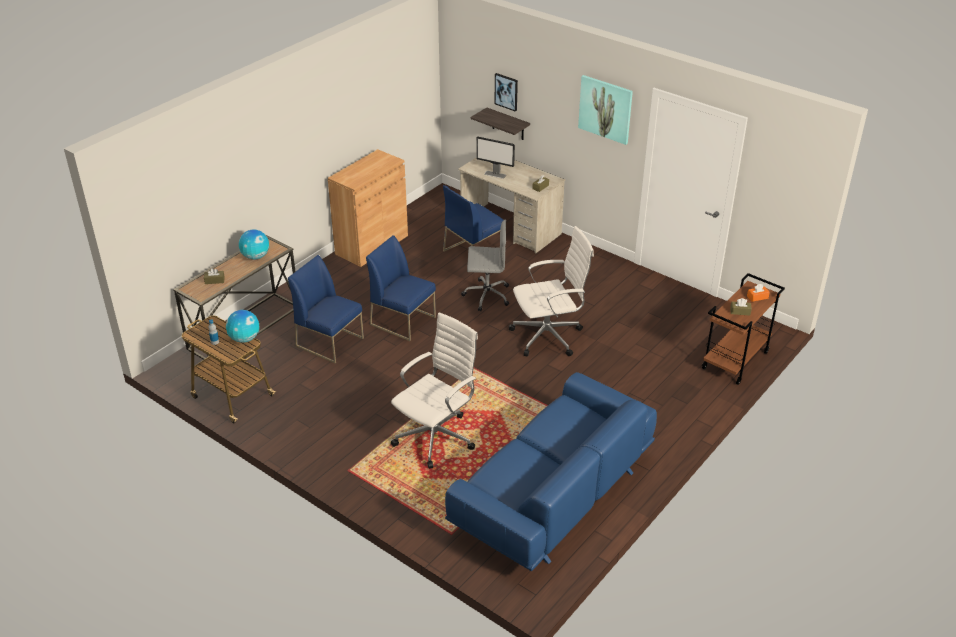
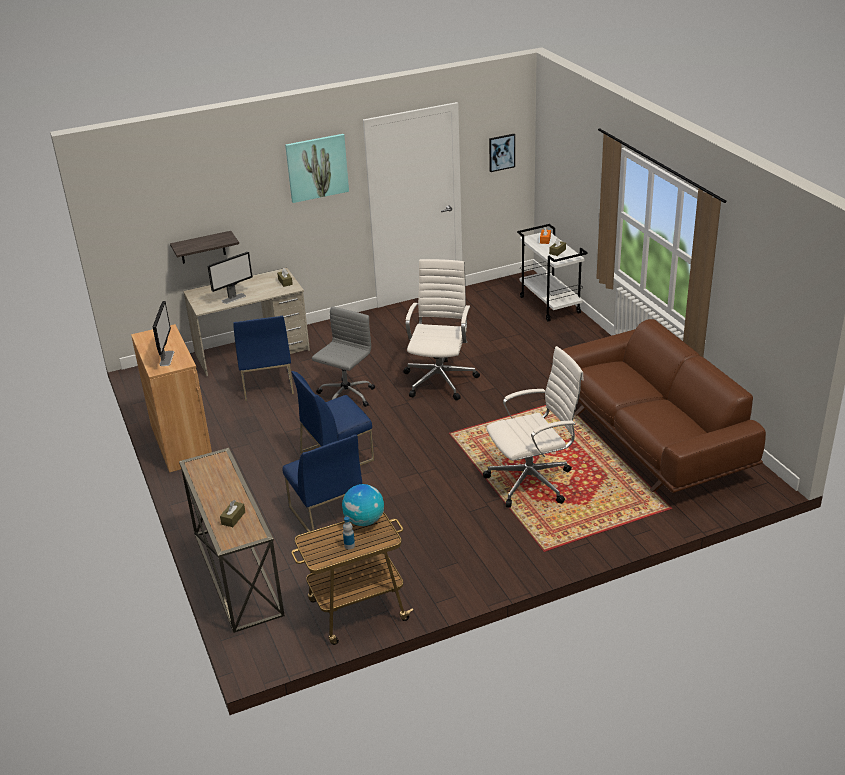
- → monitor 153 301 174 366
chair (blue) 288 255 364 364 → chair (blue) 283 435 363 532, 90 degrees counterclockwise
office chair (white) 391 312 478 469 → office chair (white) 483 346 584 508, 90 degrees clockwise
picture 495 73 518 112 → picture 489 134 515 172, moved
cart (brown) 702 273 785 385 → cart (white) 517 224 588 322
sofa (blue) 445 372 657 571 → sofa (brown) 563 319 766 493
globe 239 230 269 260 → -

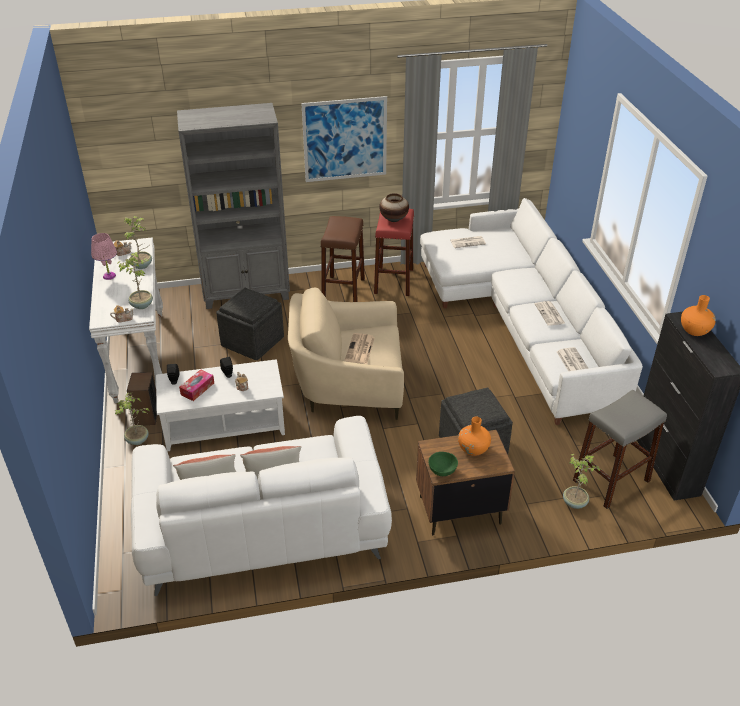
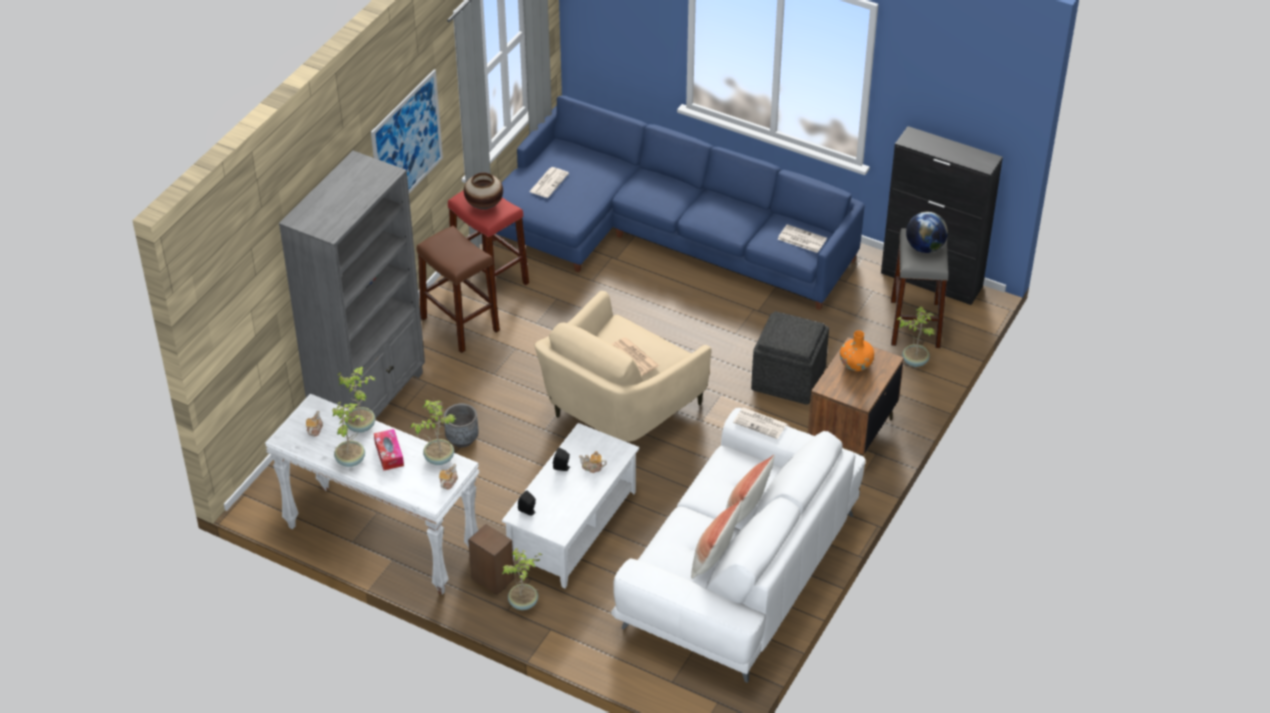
table lamp (pink) 91 233 117 280 → potted plant 333 402 365 467
tissue box 179 369 214 401 → tissue box 374 429 404 471, moved
ottoman (grey) 216 288 284 360 → planter (grey) 444 403 478 448
sofa (white) 420 198 643 425 → sofa (blue) 493 96 865 310
newspaper 535 301 566 326 → newspaper 733 408 787 439, moved
- → globe 906 212 948 253
bowl (green) 429 452 458 476 → -
vase (orange) 681 295 716 336 → -

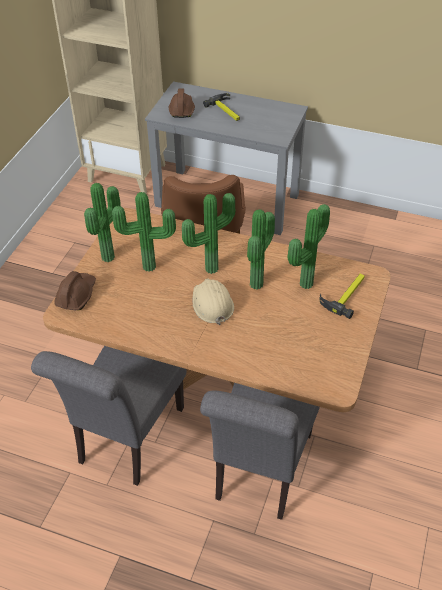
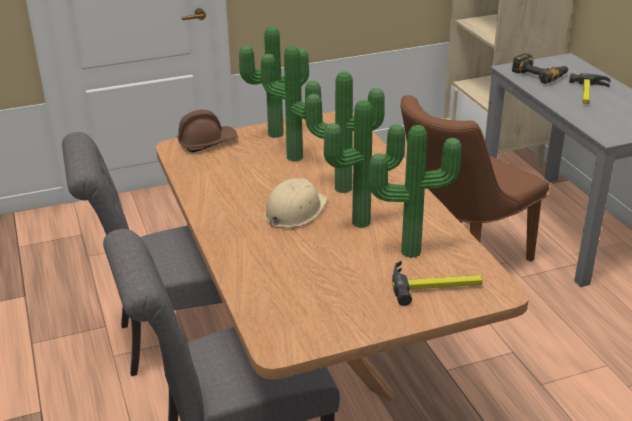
hard hat (brown) 169 88 195 118 → power drill 512 53 568 84

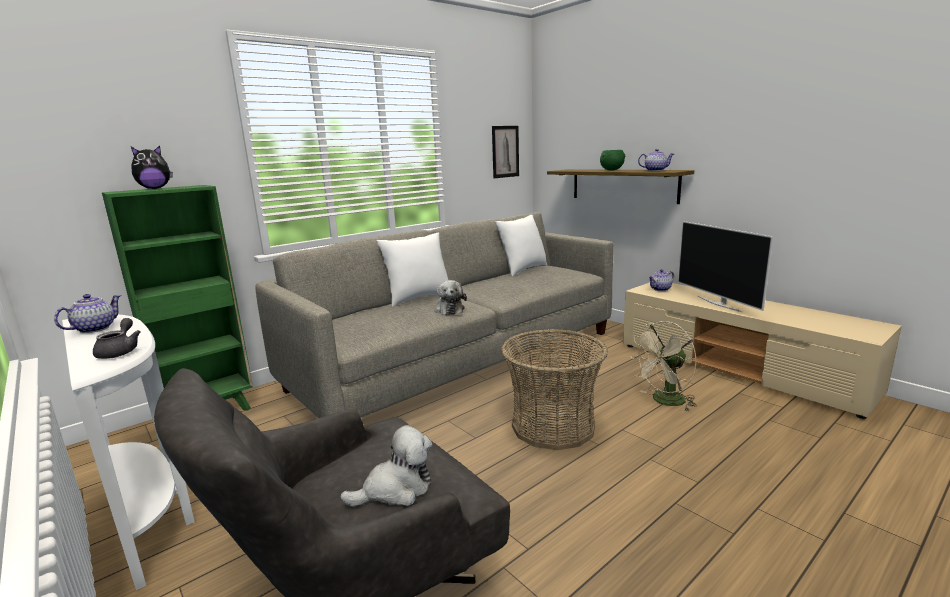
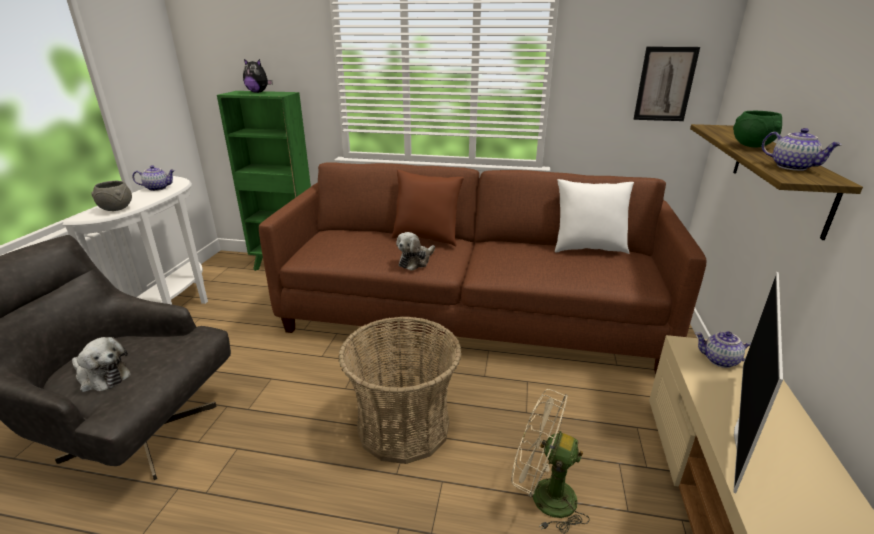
teapot (grey) 93 318 141 359 → bowl (grey) 91 181 132 211
sofa (grey) 256 212 614 418 → sofa (brown) 259 162 706 374
pillow (white) 376 233 448 307 → pillow (brown) 392 170 464 247

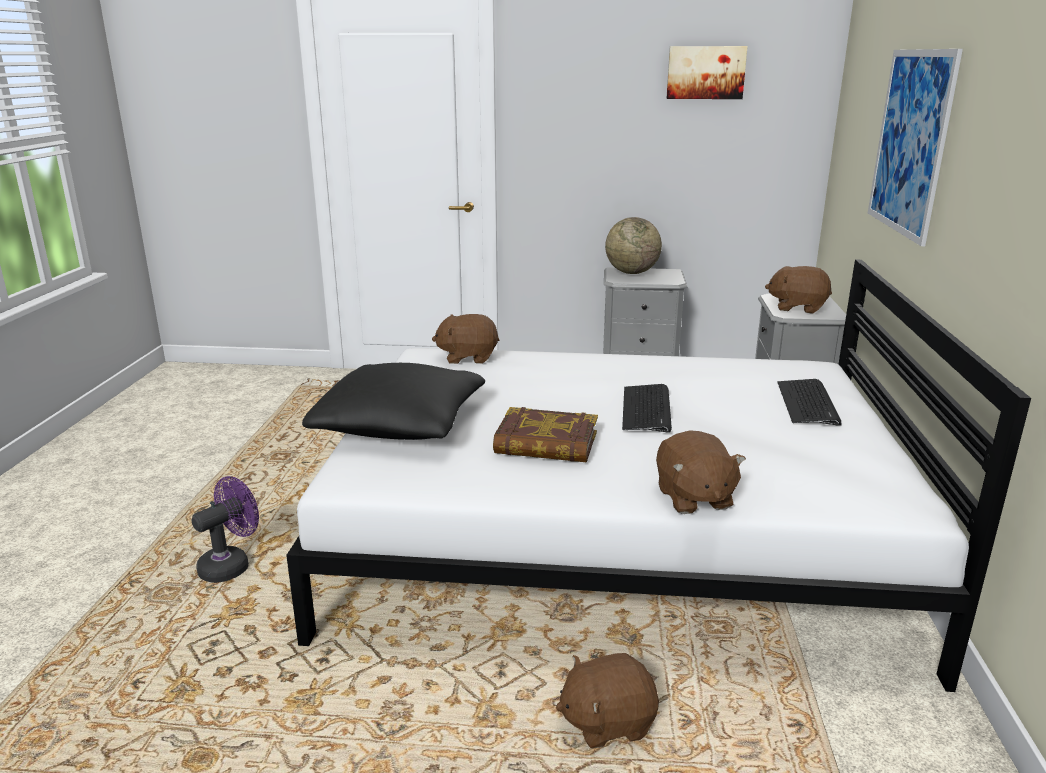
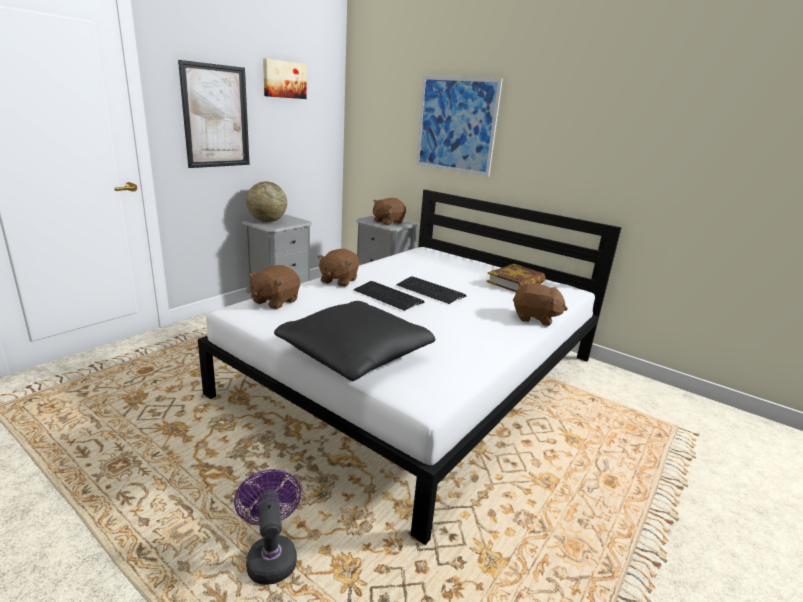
- → picture 178 60 250 168
plush toy (brown) 556 653 659 749 → plush toy (brown) 318 249 359 287, moved
keyboard 777 379 842 426 → keyboard 353 281 425 311, moved
book 493 407 598 463 → book 487 264 546 292, moved

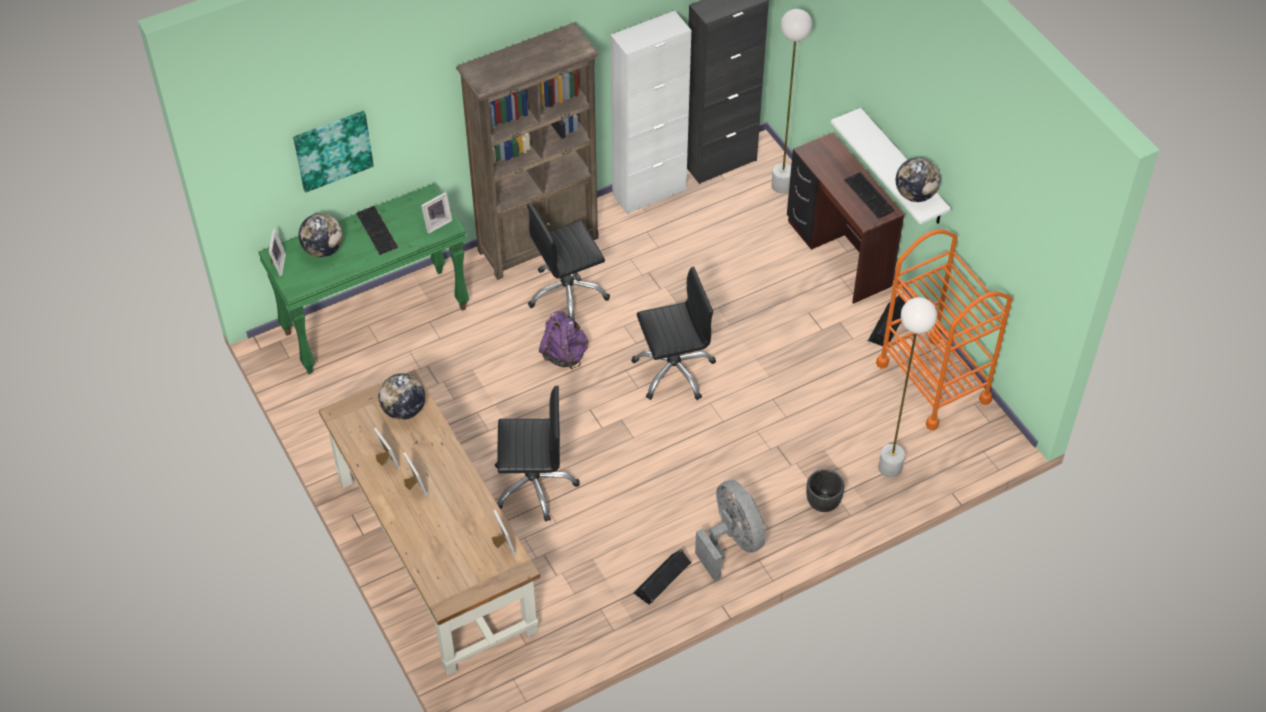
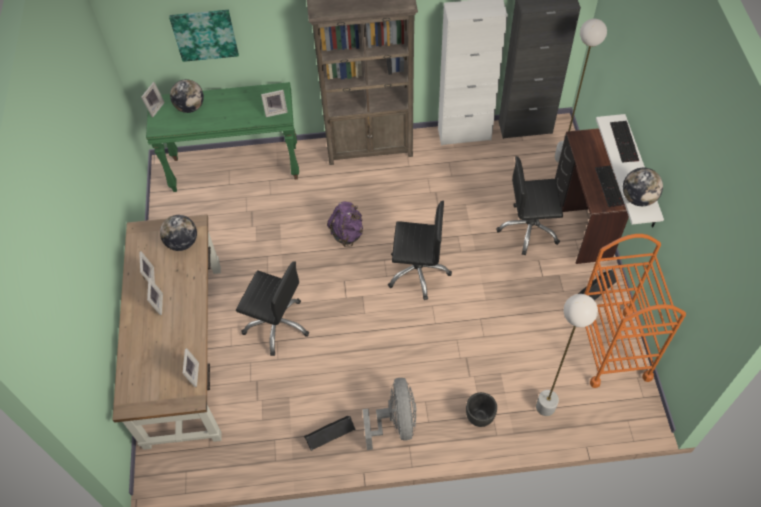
office chair (black) 527 204 610 321 → office chair (black) 496 156 563 255, moved
keyboard 356 206 398 255 → keyboard 610 121 639 163, moved

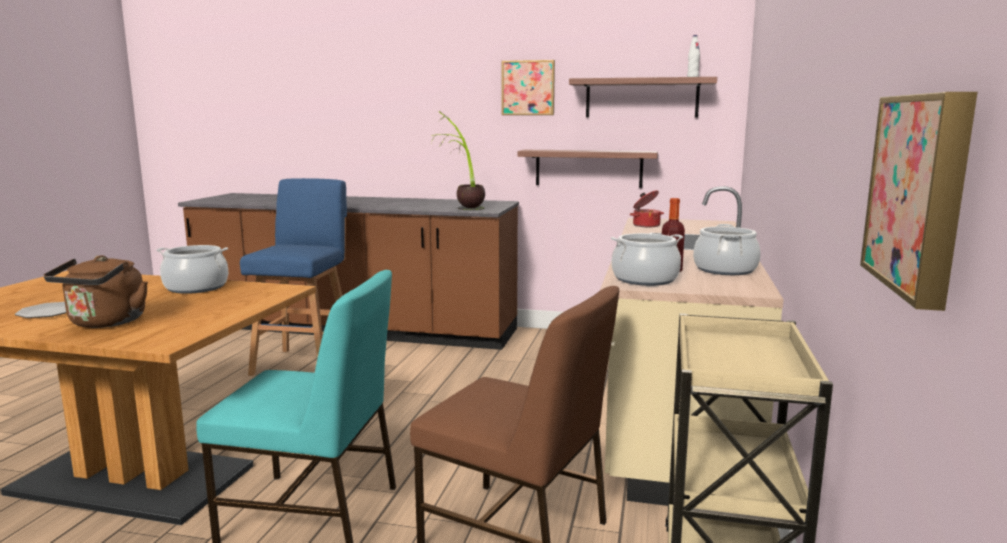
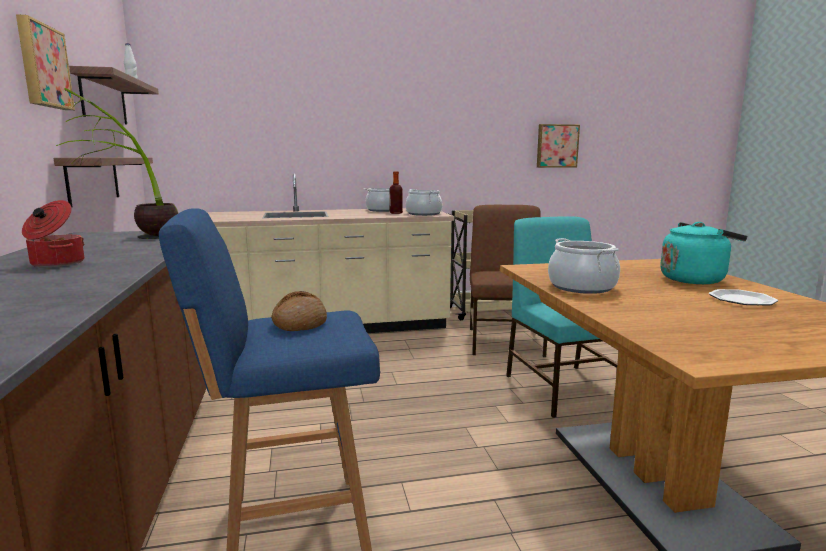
cooking pot 630 190 664 227 → cooking pot 22 200 84 267, moved
- → bread 271 291 327 331
kettle (brown) 44 255 148 328 → kettle (turquoise) 660 222 747 284

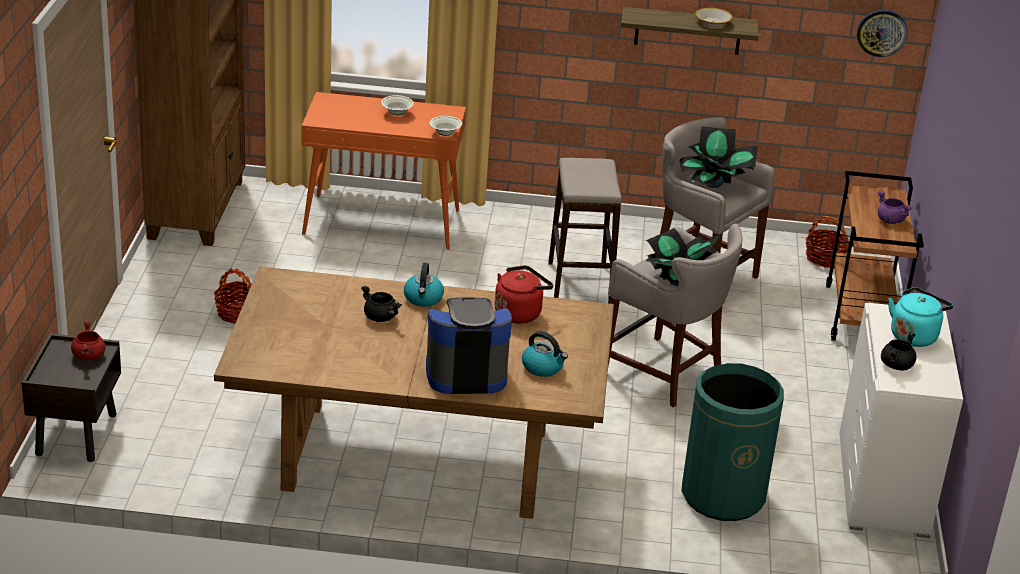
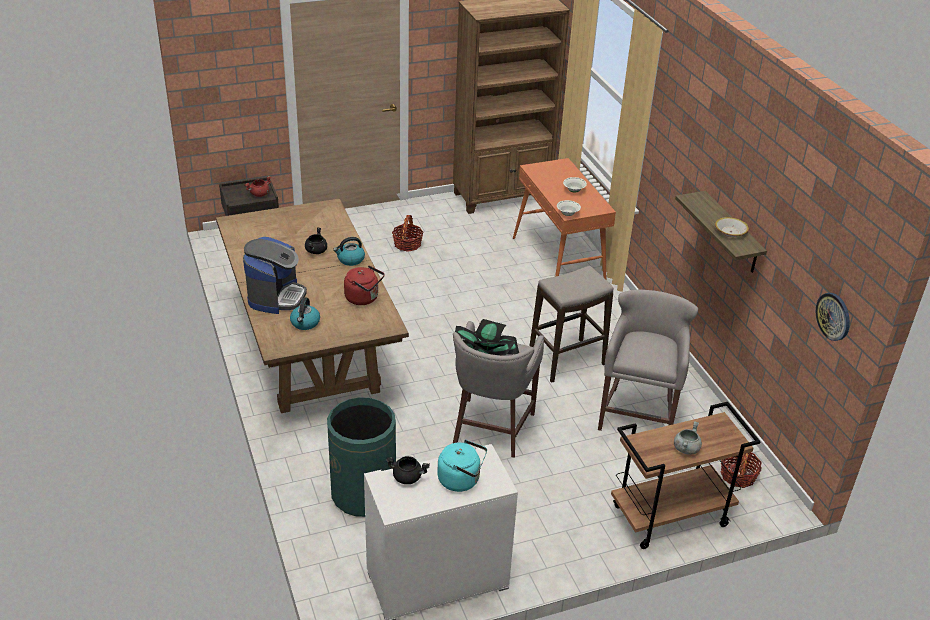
coffee machine 426 298 512 394 → coffee machine 243 237 307 314, 45 degrees clockwise
cooking pot (purple) 878 191 913 224 → cooking pot (grey) 674 421 702 455
potted plant 679 126 758 188 → -

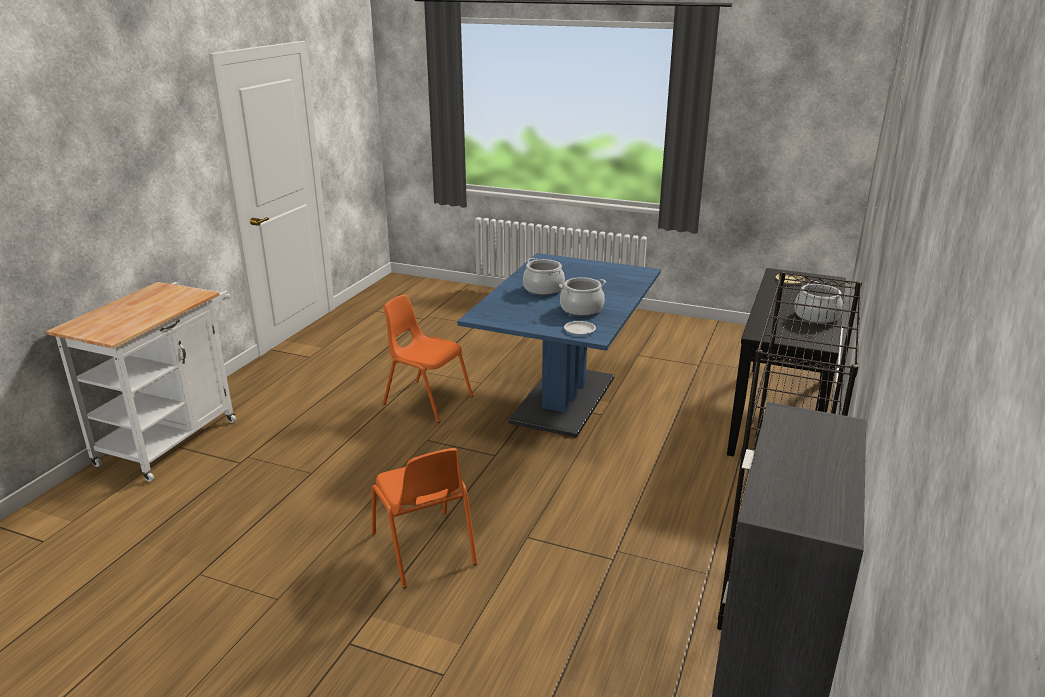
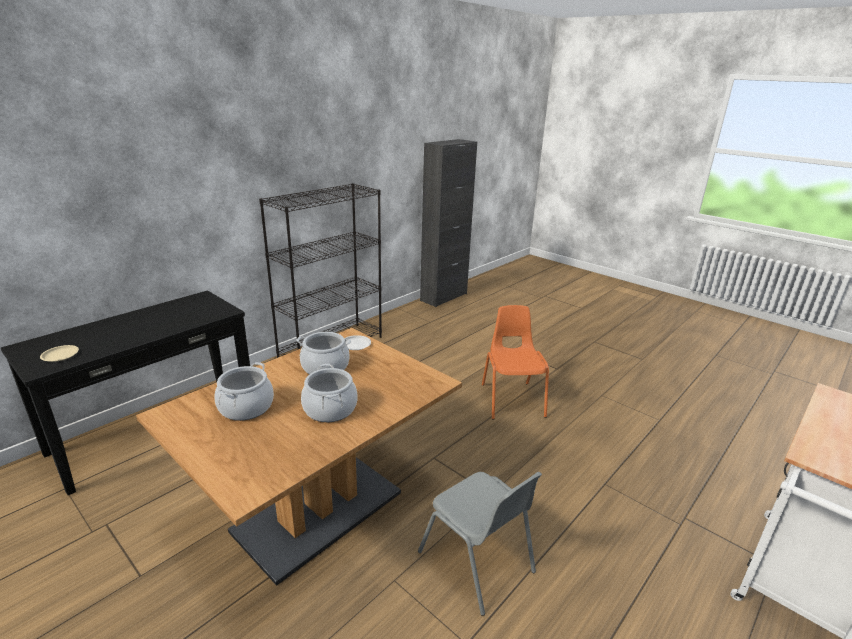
dining table (blue) 457 253 661 438 → dining table (brown) 136 328 462 586
cooking pot 794 281 843 324 → cooking pot 215 362 274 421, moved
chair (orange) 383 295 473 423 → chair (grey) 418 472 542 616

